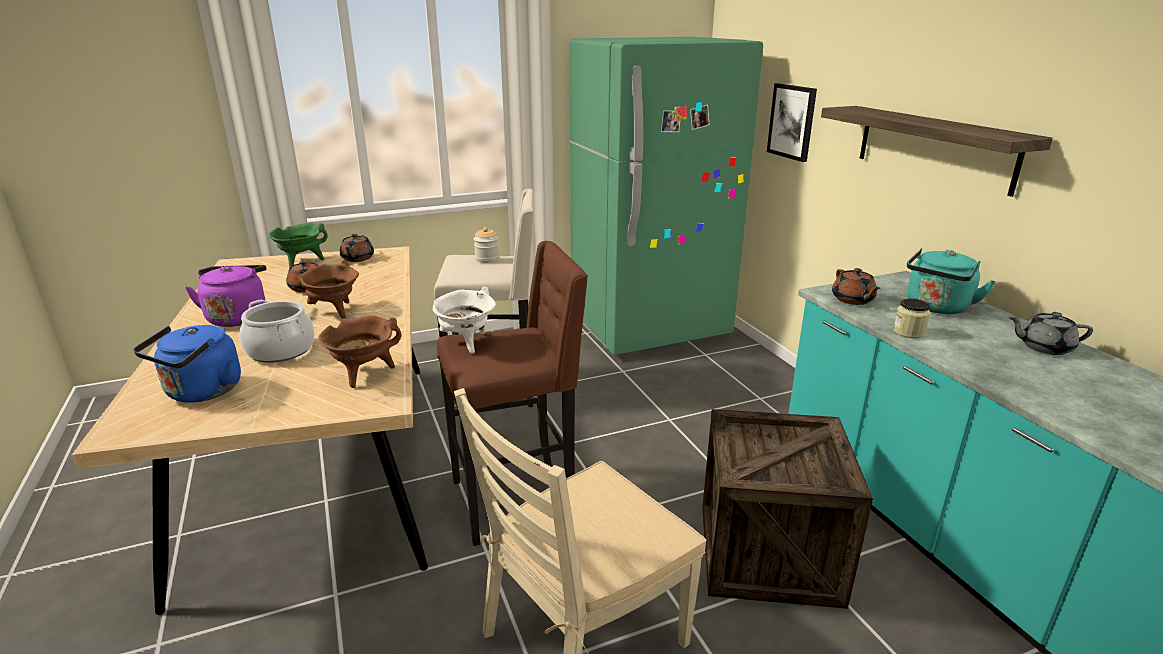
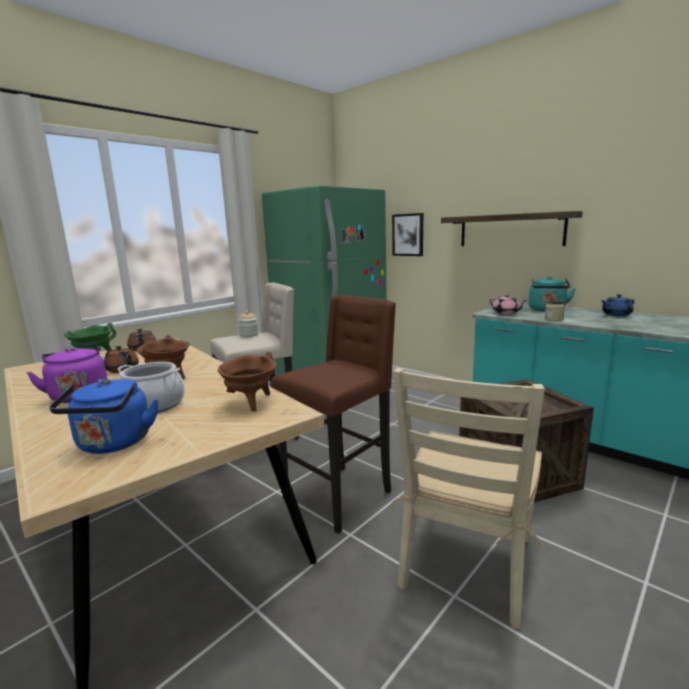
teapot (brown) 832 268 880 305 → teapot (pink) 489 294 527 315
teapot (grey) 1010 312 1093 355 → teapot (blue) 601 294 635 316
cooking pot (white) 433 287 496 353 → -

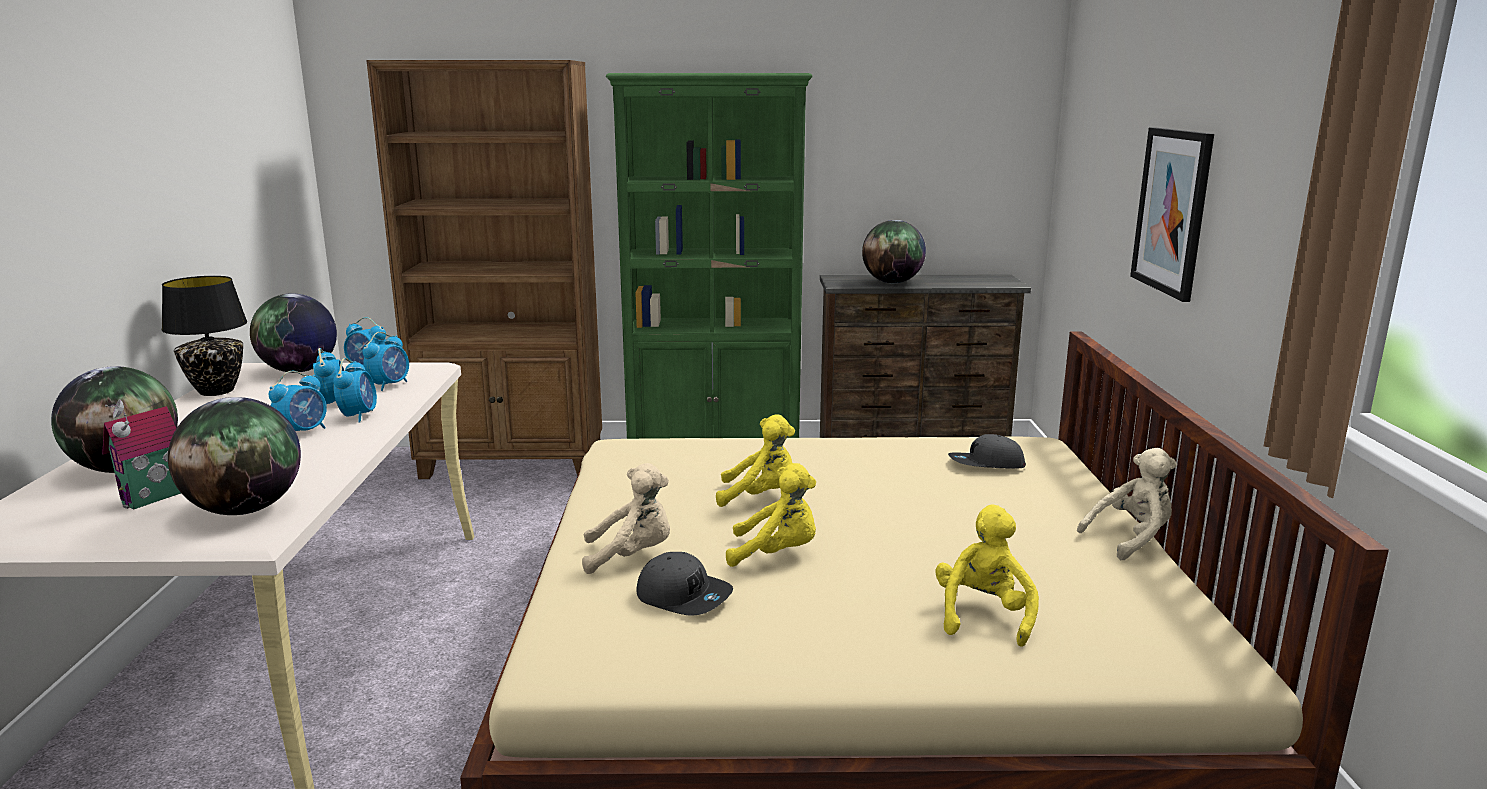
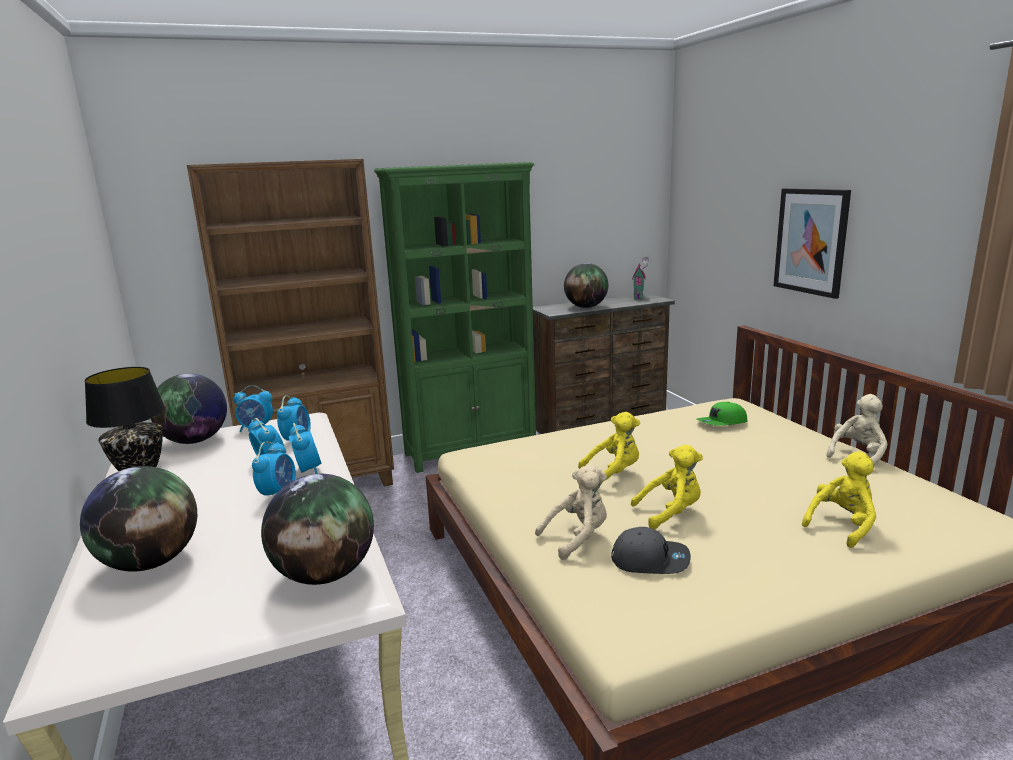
toy house 102 399 181 509 → toy house 632 257 649 300, moved
cap (grey) 948 434 1026 469 → cap (green) 696 402 748 426
plush toy (yellow) 935 505 1039 647 → plush toy (yellow) 802 451 876 548, 60 degrees clockwise

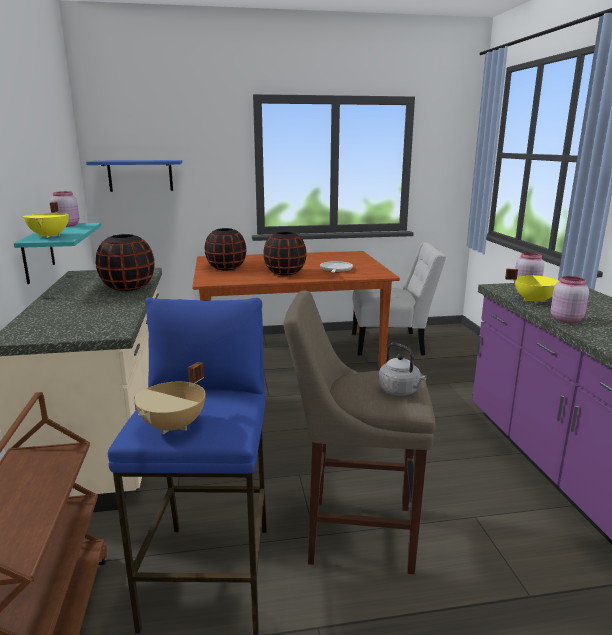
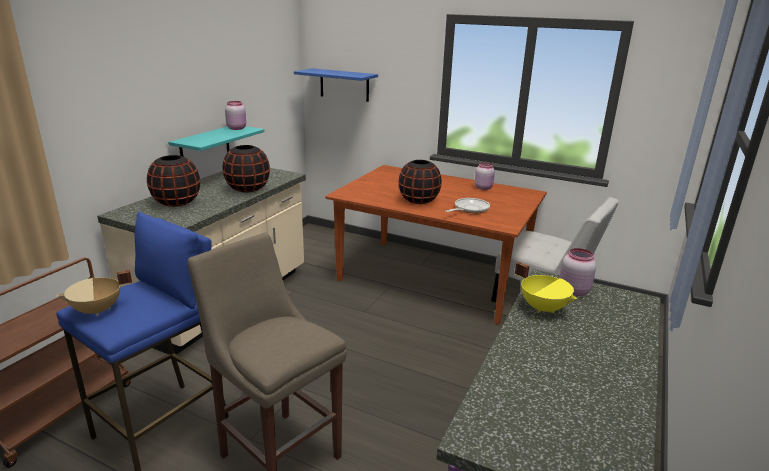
vase (black) 205 228 246 271 → vase (black) 147 155 200 207, moved
jar (pink) 551 276 589 323 → jar (pink) 475 162 495 190, moved
cooking pot (yellow) 23 202 69 238 → -
kettle (grey) 379 343 427 396 → -

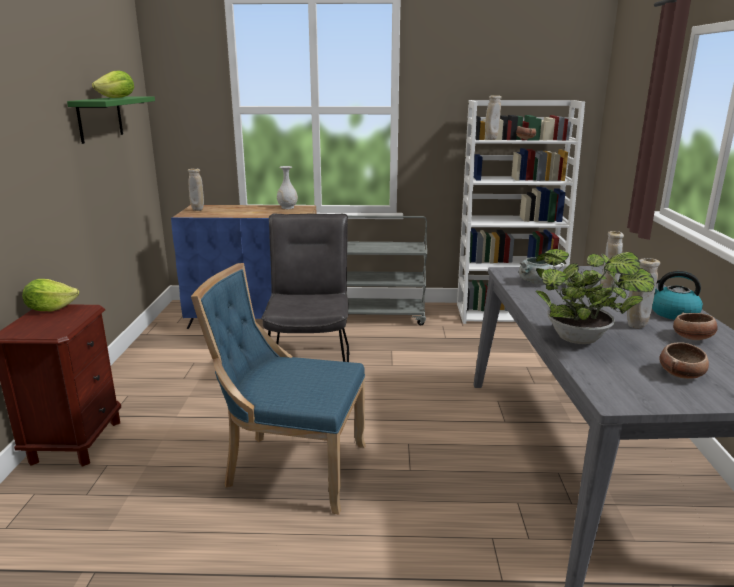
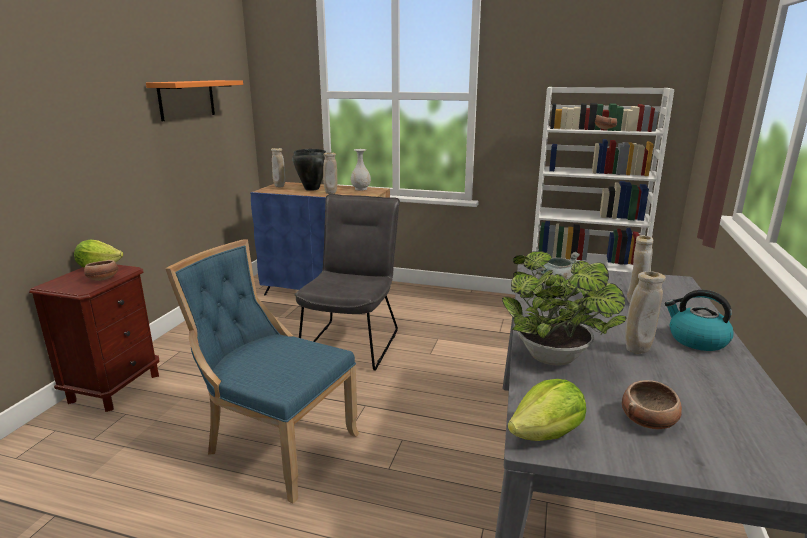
bowl 673 313 718 340 → bowl 84 260 118 281, moved
shelf (green) 67 96 155 144 → shelf (orange) 146 80 243 122
- → cooking pot (black) 292 149 326 191
vase (beige) 485 95 502 140 → vase (beige) 323 152 337 194, moved
lettuce 92 71 134 98 → lettuce 508 379 586 441, moved
cart (grey) 347 216 427 325 → -

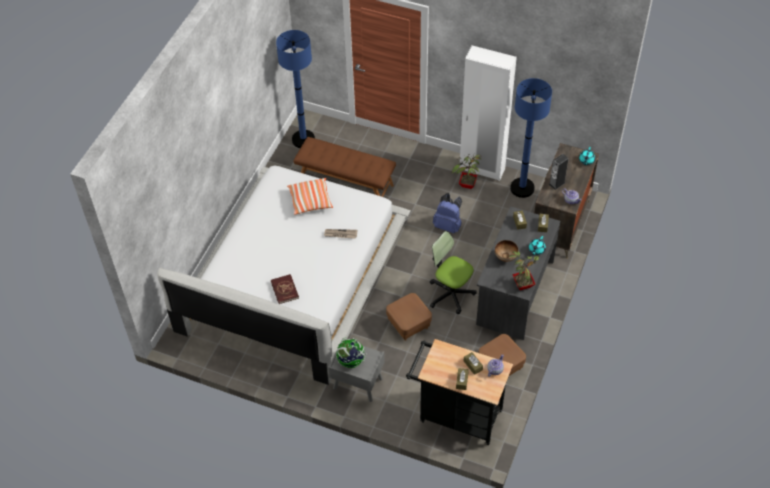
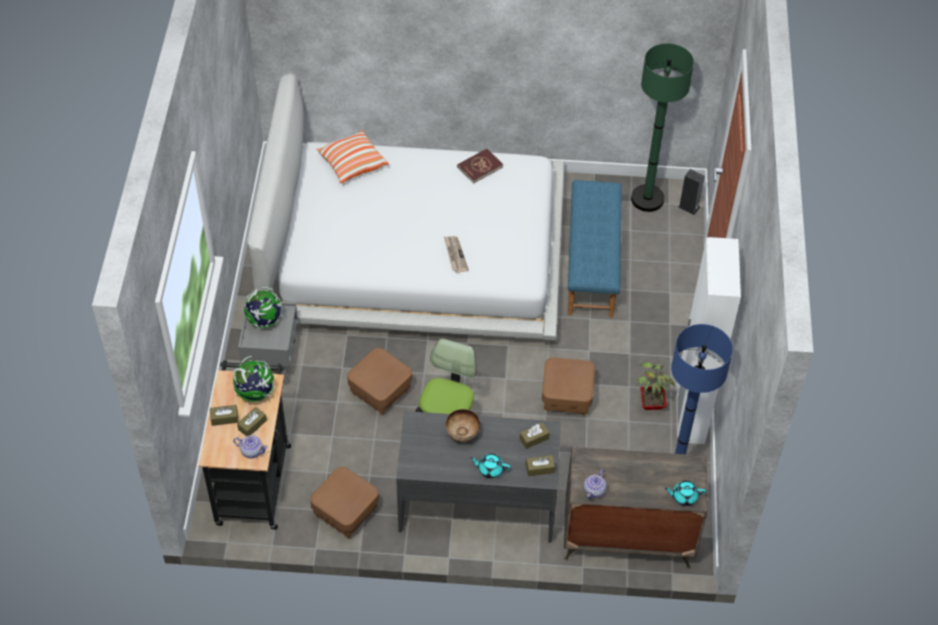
- → globe 232 356 275 402
pillow 287 178 333 215 → pillow 316 130 389 183, moved
book (red) 271 274 299 304 → book (red) 457 149 503 184, moved
backpack (blue) 433 193 462 233 → ottoman (brown) 542 357 595 416
bench (brown) 293 137 396 197 → bench (blue) 568 180 622 318
floor lamp (blue) 276 30 315 148 → floor lamp (green) 631 43 694 212
speaker 548 154 569 190 → speaker 678 169 705 215, moved
potted plant 509 251 541 290 → -

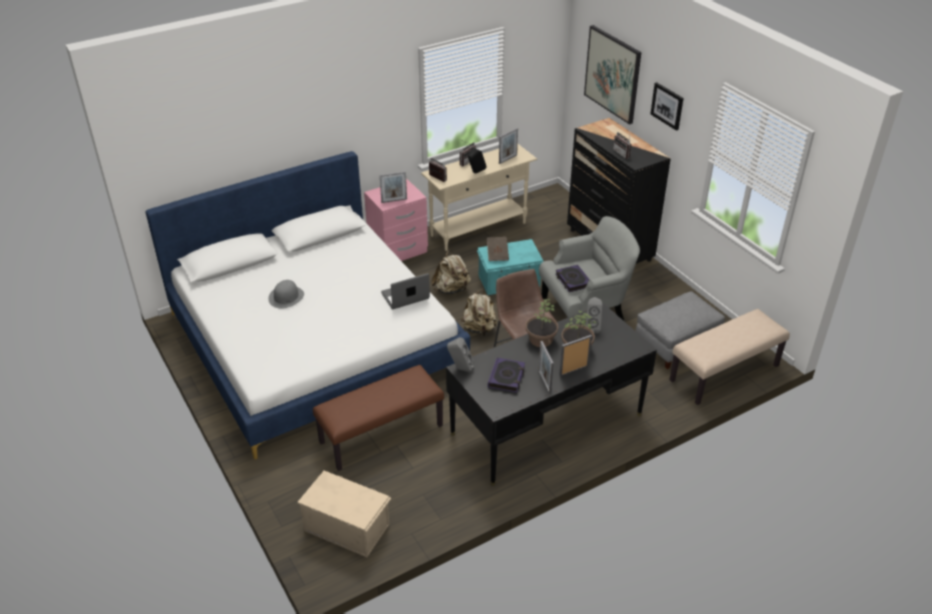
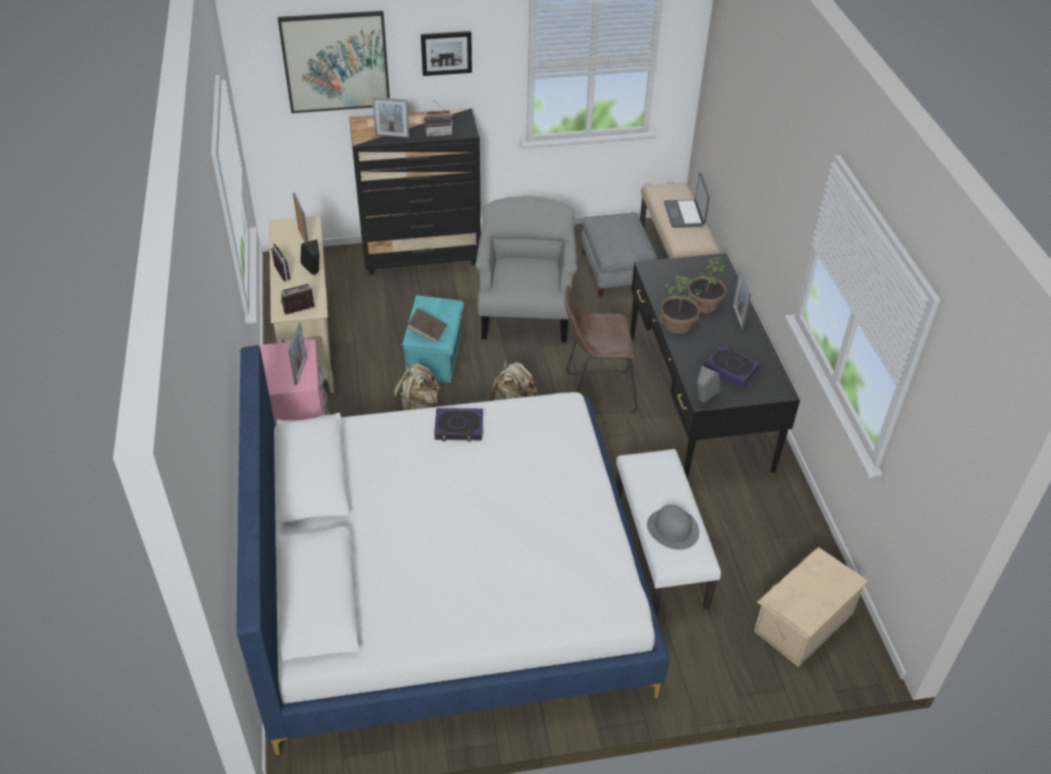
picture frame 539 341 553 394 → picture frame 372 97 410 138, moved
book 556 265 589 292 → book 434 408 483 442, moved
bench (brown) 313 365 444 471 → bench (white) 616 449 721 616
hat (grey) 268 280 304 309 → hat (grey) 647 505 699 550, moved
laptop 381 273 430 309 → laptop 664 173 710 228, moved
speaker (grey) 586 297 602 334 → -

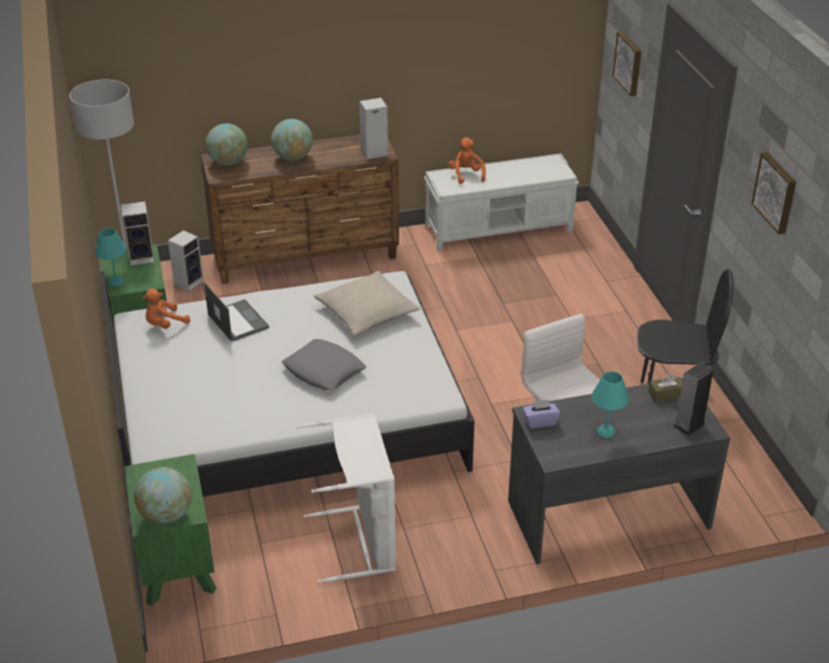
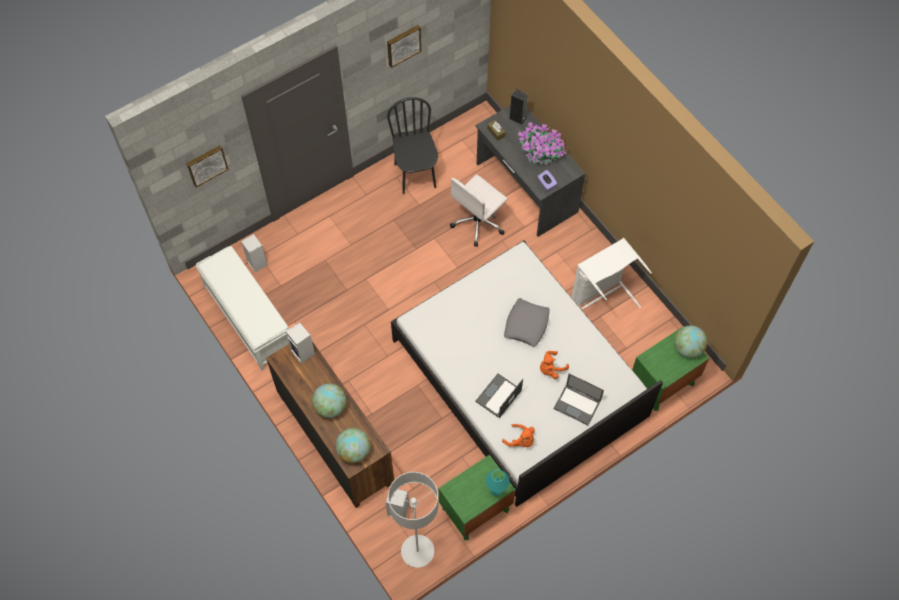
speaker 121 201 154 265 → speaker 241 234 268 272, moved
table lamp (turquoise) 591 371 629 438 → potted plant 518 122 566 165
plush toy (orange) 448 137 486 184 → plush toy (orange) 540 351 569 379, moved
- → laptop 554 373 604 425
pillow (beige) 313 271 420 336 → -

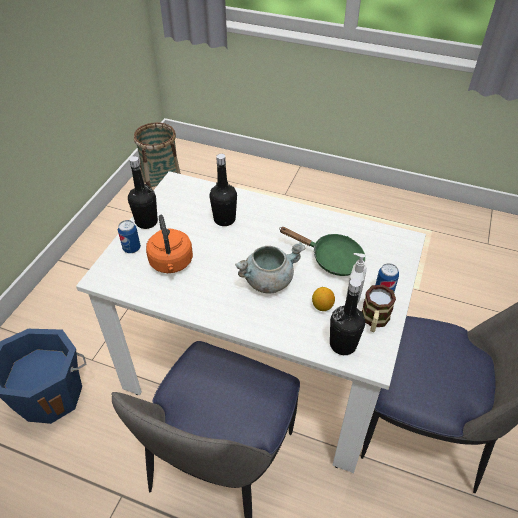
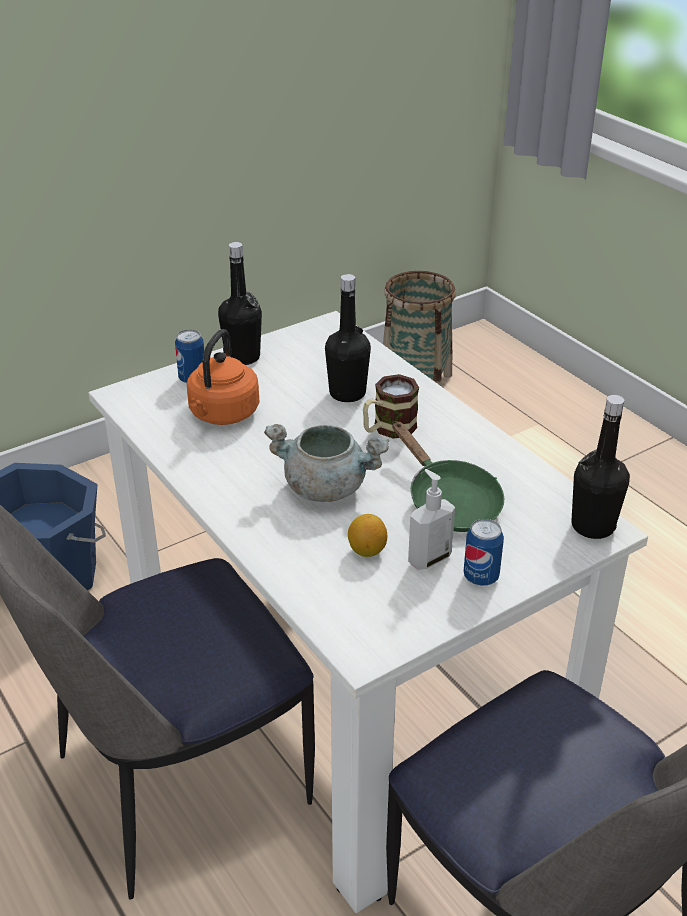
mug 362 285 396 332 → mug 363 374 419 439, moved
bottle (black) 330 278 365 355 → bottle (black) 571 395 630 539, moved

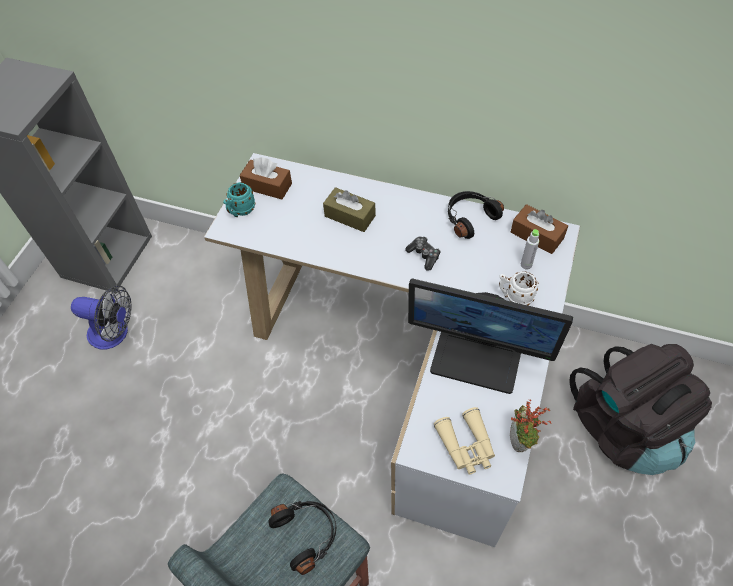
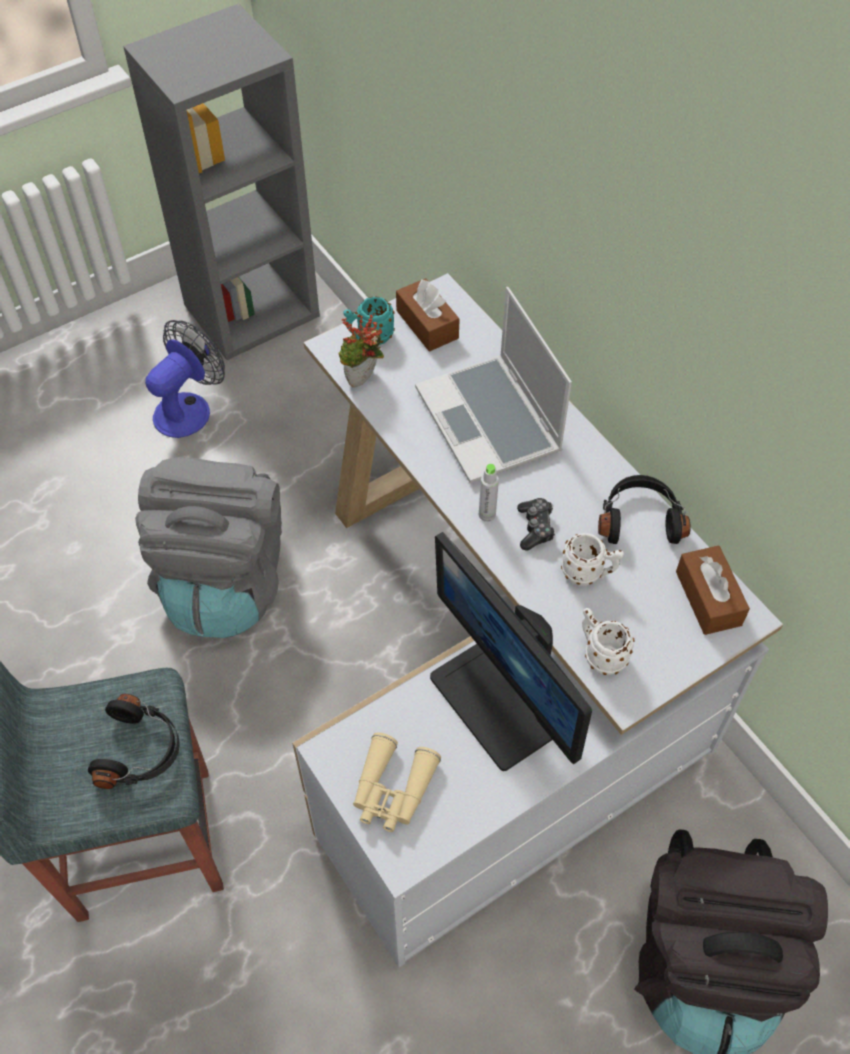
- → backpack (grey) 135 457 282 638
fan 71 285 132 350 → fan 145 320 225 438, 105 degrees counterclockwise
potted plant 510 399 552 452 → potted plant 339 313 384 388, moved
tissue box (brown) 323 187 376 232 → laptop 415 287 572 483
bottle (grey) 521 229 539 269 → bottle (grey) 479 464 499 522, moved
- → mug (white) 561 533 624 586

